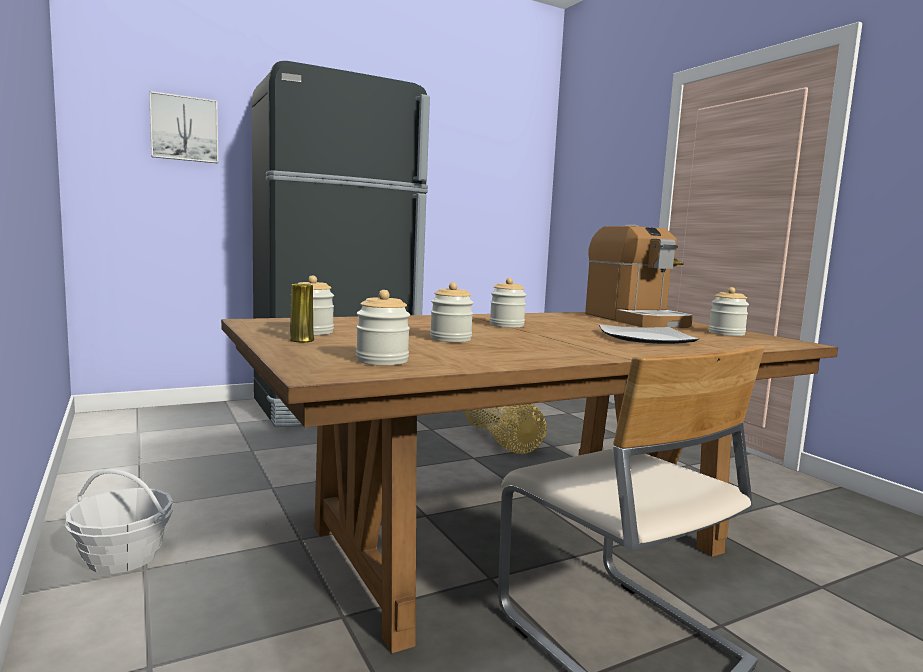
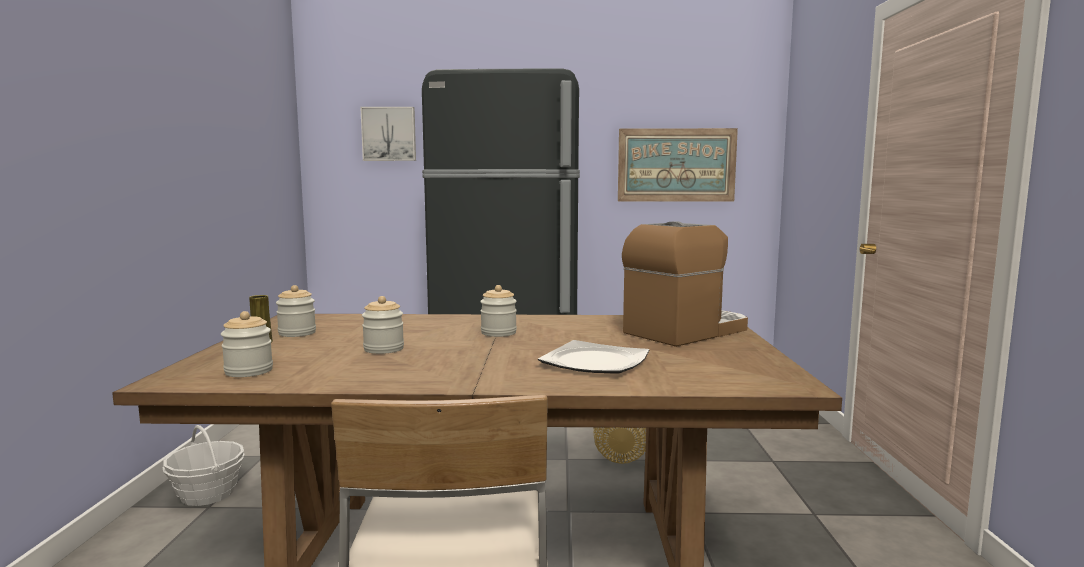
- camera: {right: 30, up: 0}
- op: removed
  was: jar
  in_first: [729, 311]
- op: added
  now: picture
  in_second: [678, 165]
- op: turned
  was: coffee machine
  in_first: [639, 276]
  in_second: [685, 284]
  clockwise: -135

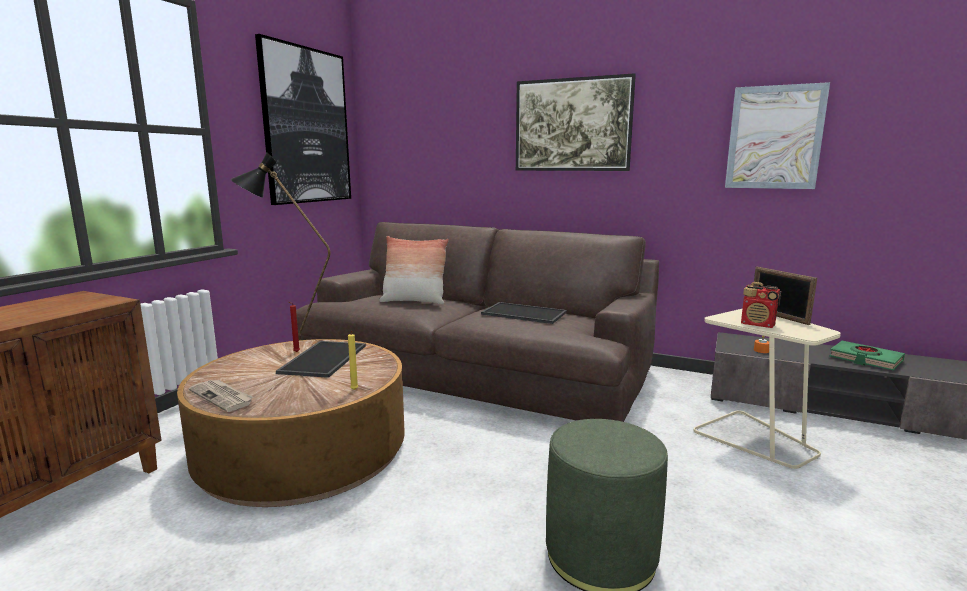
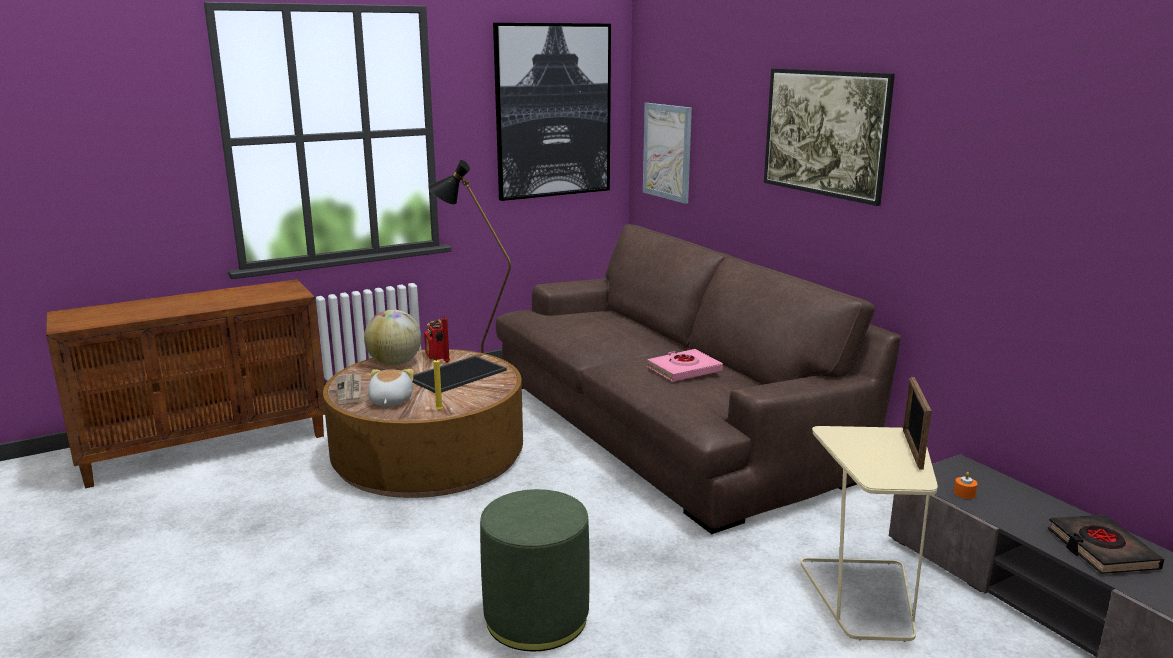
- camera: {right: 35, up: 5}
- op: removed
  was: pillow
  in_first: [414, 270]
- op: added
  now: globe
  in_second: [393, 338]
- op: added
  now: plush toy
  in_second: [391, 387]
- op: moved
  was: picture
  in_first: [777, 135]
  in_second: [667, 153]
- op: moved
  was: radio
  in_first: [761, 305]
  in_second: [434, 339]
- op: replaced
  was: tray
  now: pink book
  in_first: [524, 313]
  in_second: [685, 365]
- op: recoloured
  was: green book
  now: black book
  in_first: [867, 356]
  in_second: [1105, 544]

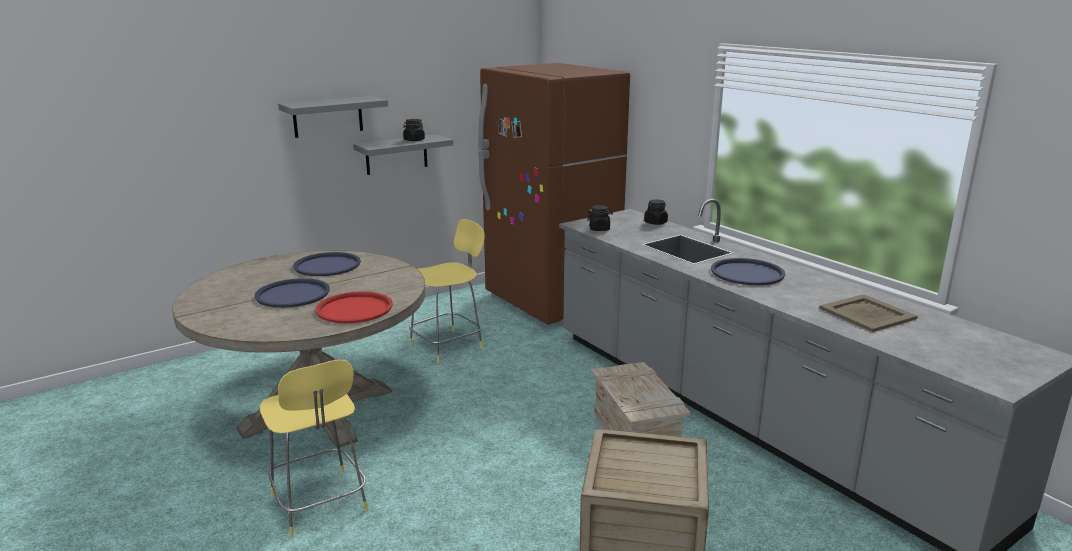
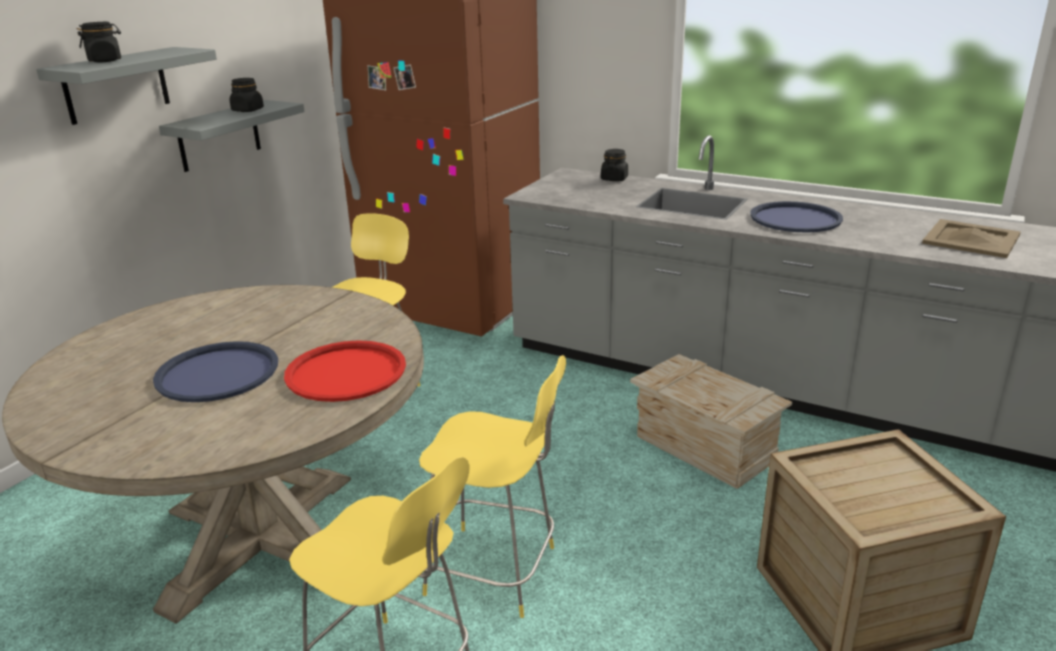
- camera: {right: -25, up: 5}
- op: removed
  was: blue tray
  in_first: [327, 264]
- op: added
  now: yellow stool
  in_second: [492, 486]
- op: moved
  was: black jar
  in_first: [600, 218]
  in_second: [99, 42]

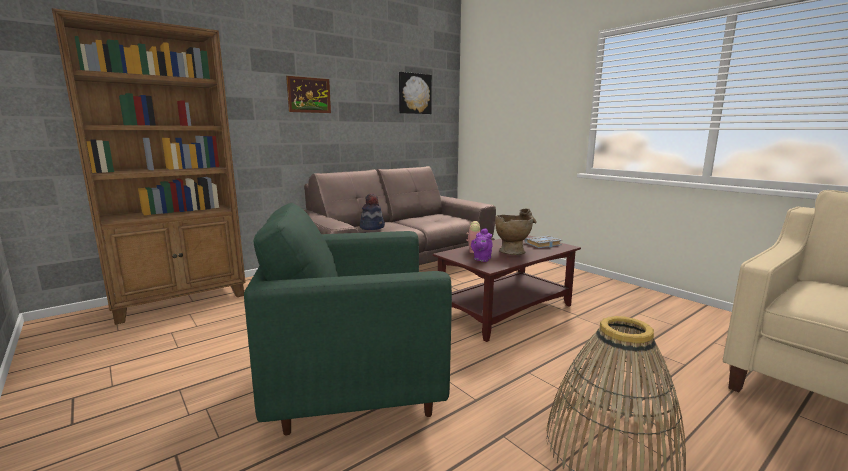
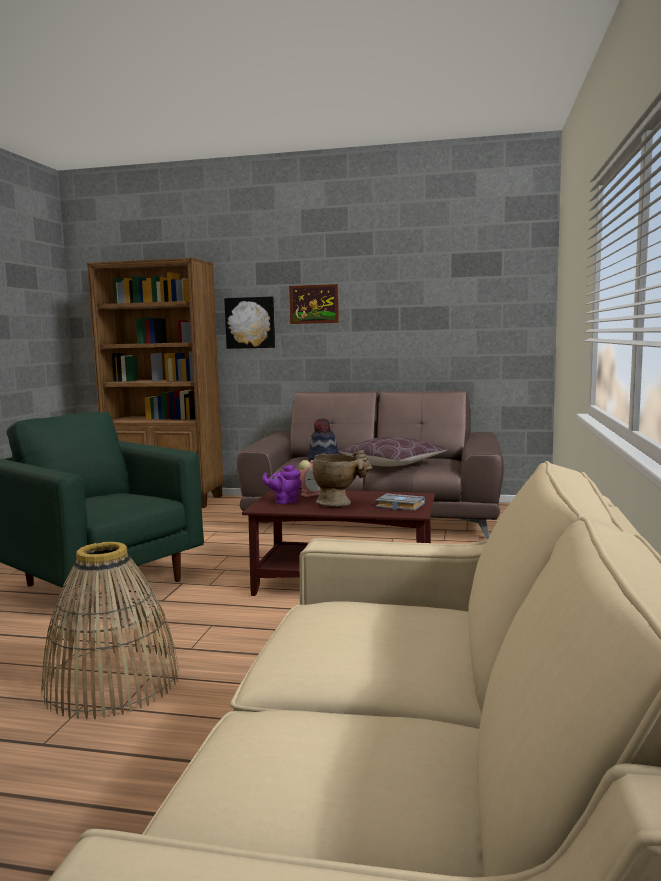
- camera: {right: 50, up: -5}
- op: added
  now: brown pillow
  in_second: [392, 451]
- op: moved
  was: picture
  in_first: [415, 93]
  in_second: [249, 323]

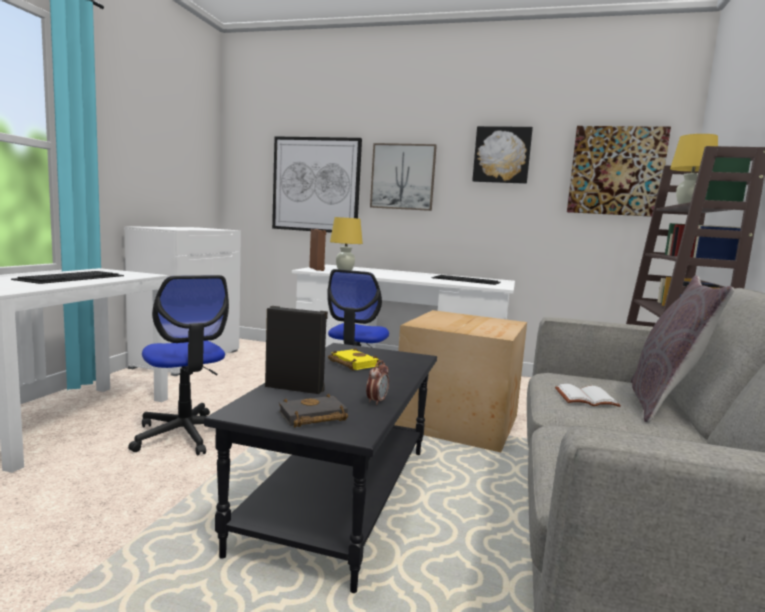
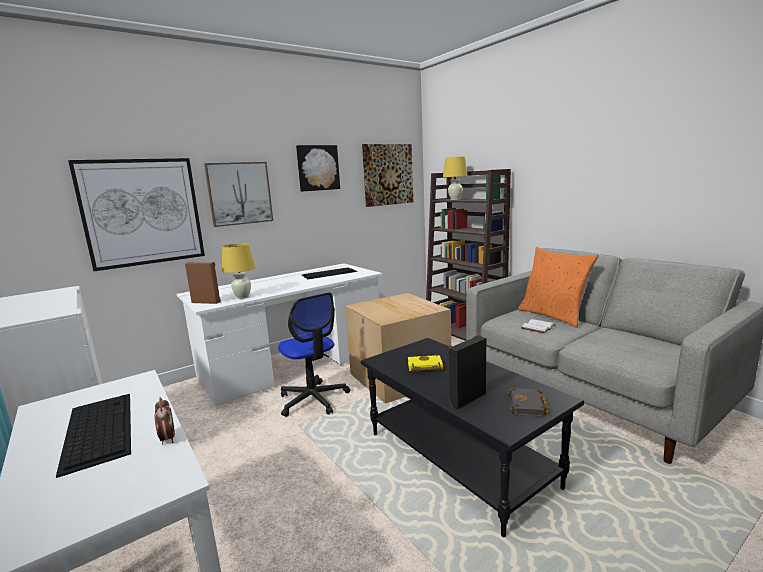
- camera: {right: -50, up: 5}
- op: removed
  was: office chair
  in_first: [178, 365]
- op: moved
  was: alarm clock
  in_first: [377, 382]
  in_second: [164, 421]
- op: recoloured
  was: grey pillow
  now: orange pillow
  in_first: [683, 349]
  in_second: [558, 287]

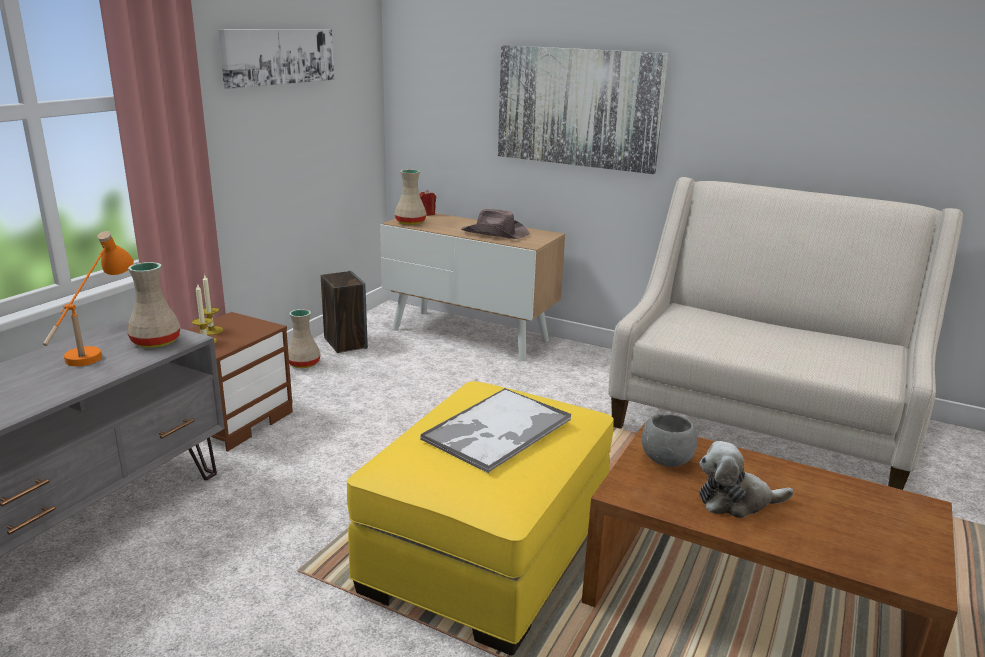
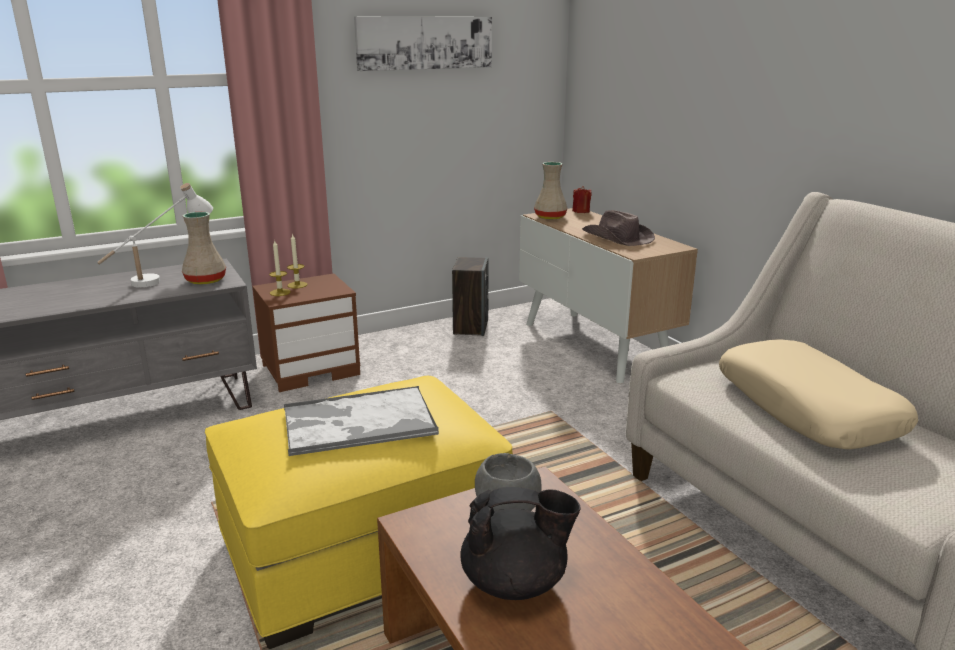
- camera: {right: 35, up: 0}
- op: removed
  was: beige vase
  in_first: [304, 338]
- op: removed
  was: picture
  in_first: [583, 109]
- op: added
  now: beige pillow
  in_second: [818, 394]
- op: replaced
  was: plush toy
  now: black teapot
  in_first: [746, 479]
  in_second: [520, 543]
- op: recoloured
  was: orange table lamp
  now: white table lamp
  in_first: [88, 298]
  in_second: [155, 235]

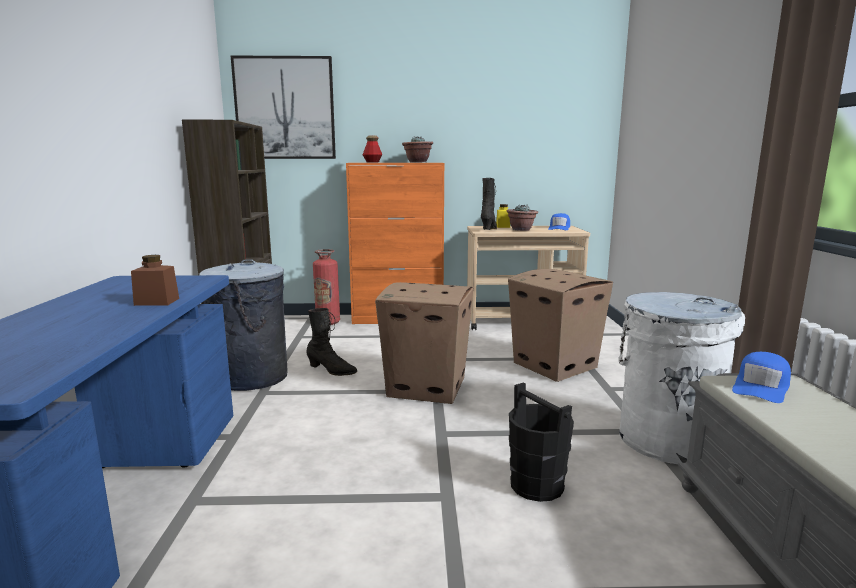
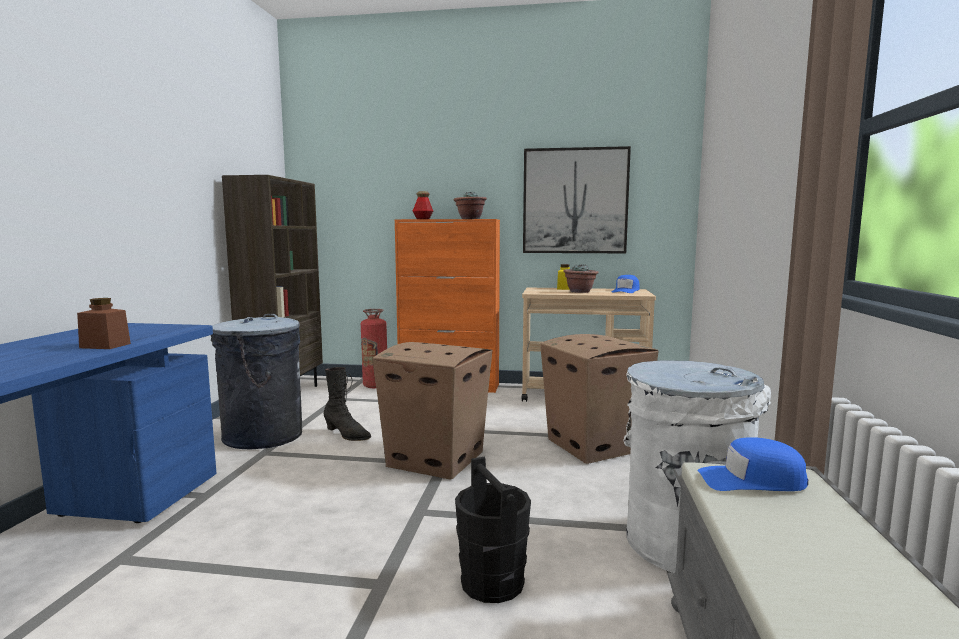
- camera: {right: 10, up: -5}
- op: removed
  was: black boot
  in_first: [489, 204]
- op: moved
  was: picture
  in_first: [283, 107]
  in_second: [577, 199]
- op: turned
  was: blue cap
  in_first: [761, 377]
  in_second: [753, 464]
  clockwise: 45

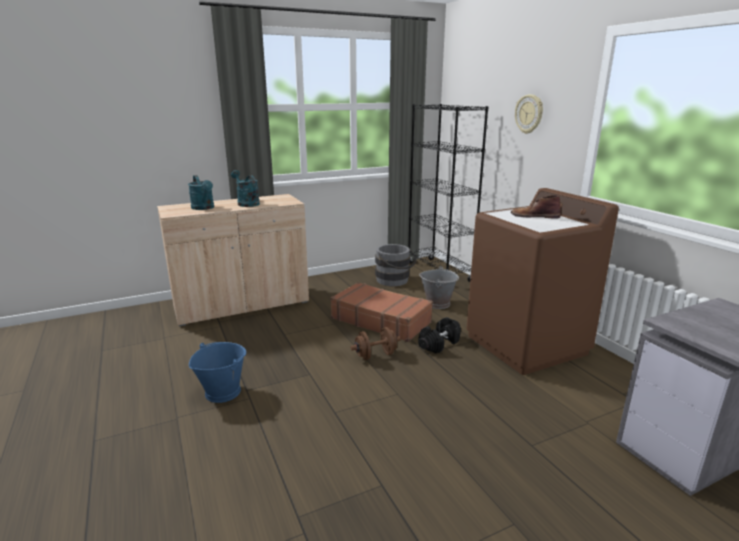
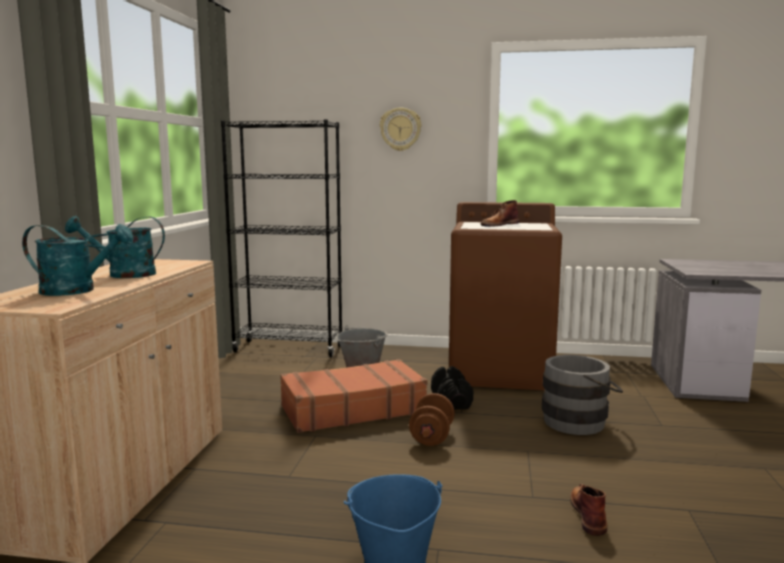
- camera: {right: -55, up: -10}
- op: added
  now: brown boot
  in_second: [589, 510]
- op: moved
  was: grey bucket
  in_first: [396, 265]
  in_second: [582, 395]

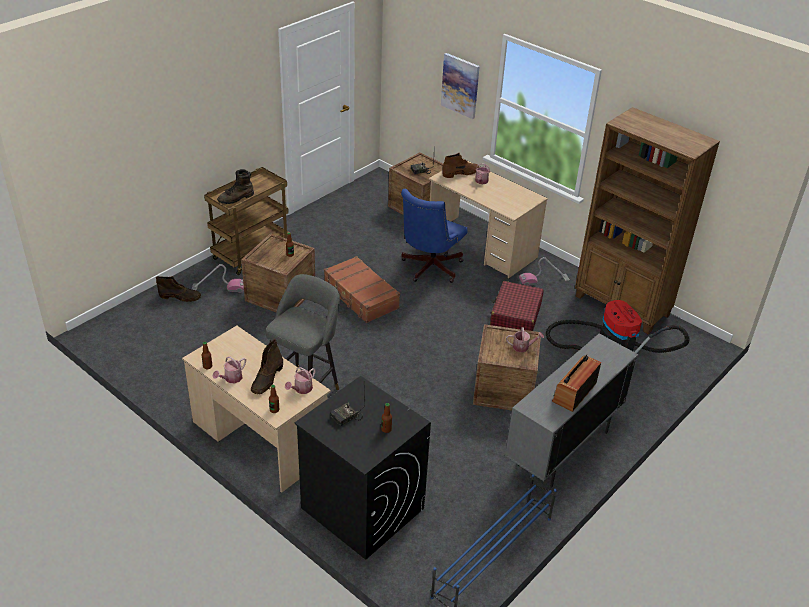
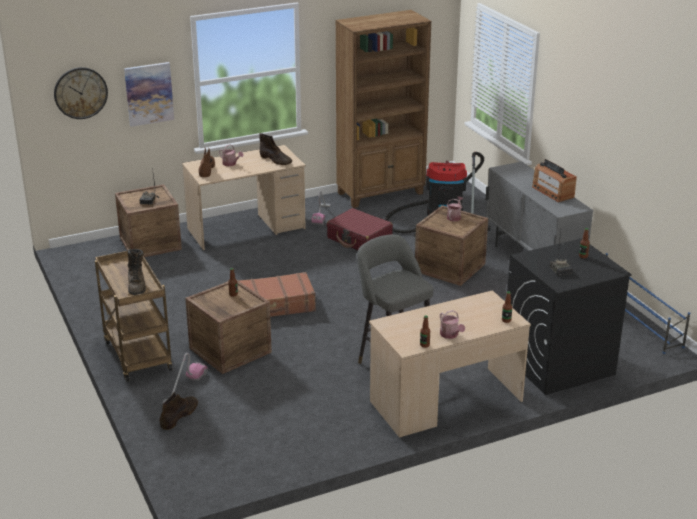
- camera: {right: -65, up: -10}
- op: removed
  was: watering can
  in_first: [300, 380]
- op: removed
  was: blue office chair
  in_first: [434, 236]
- op: added
  now: wall clock
  in_second: [81, 93]
- op: moved
  was: brown boot
  in_first: [267, 366]
  in_second: [275, 149]

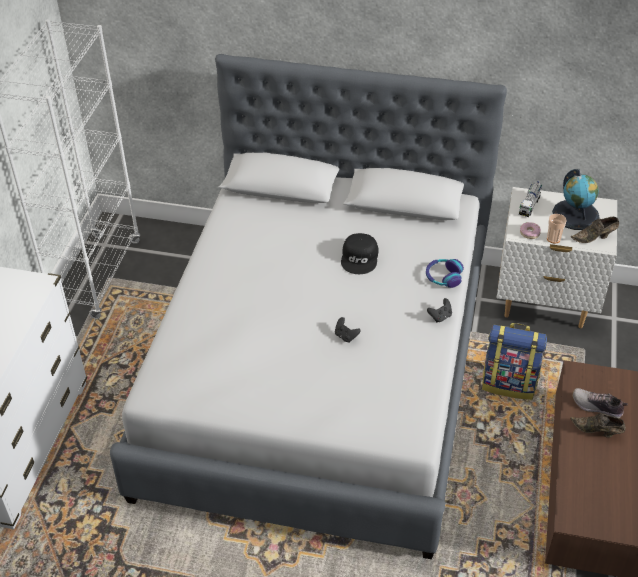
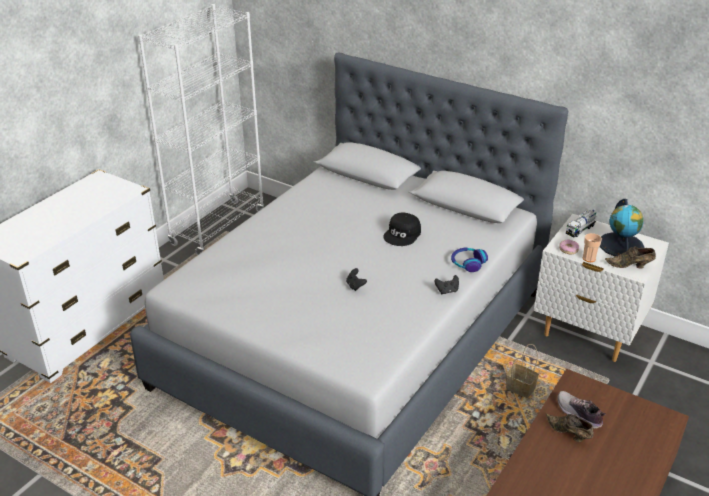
- camera: {right: 20, up: -10}
- op: replaced
  was: backpack
  now: basket
  in_first: [514, 361]
  in_second: [522, 371]

